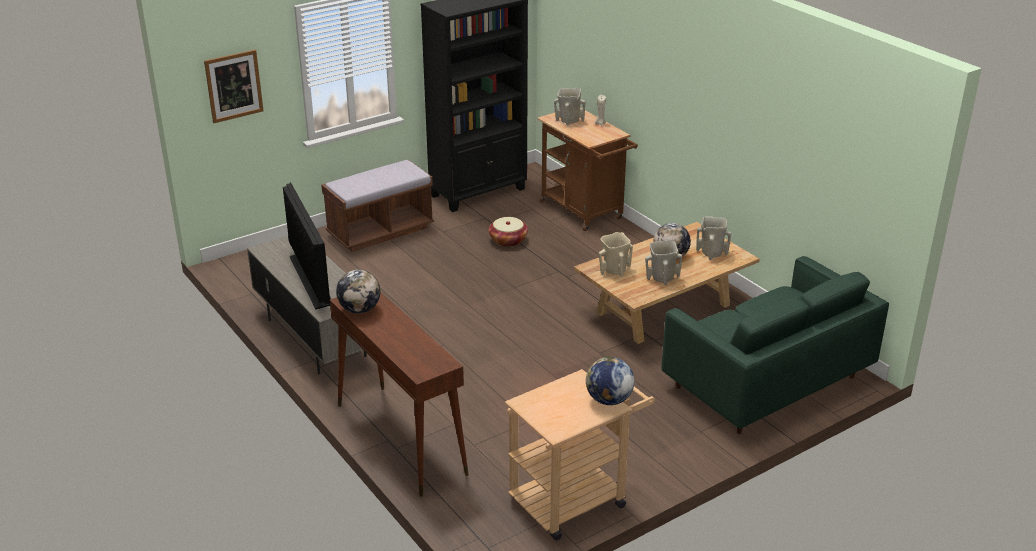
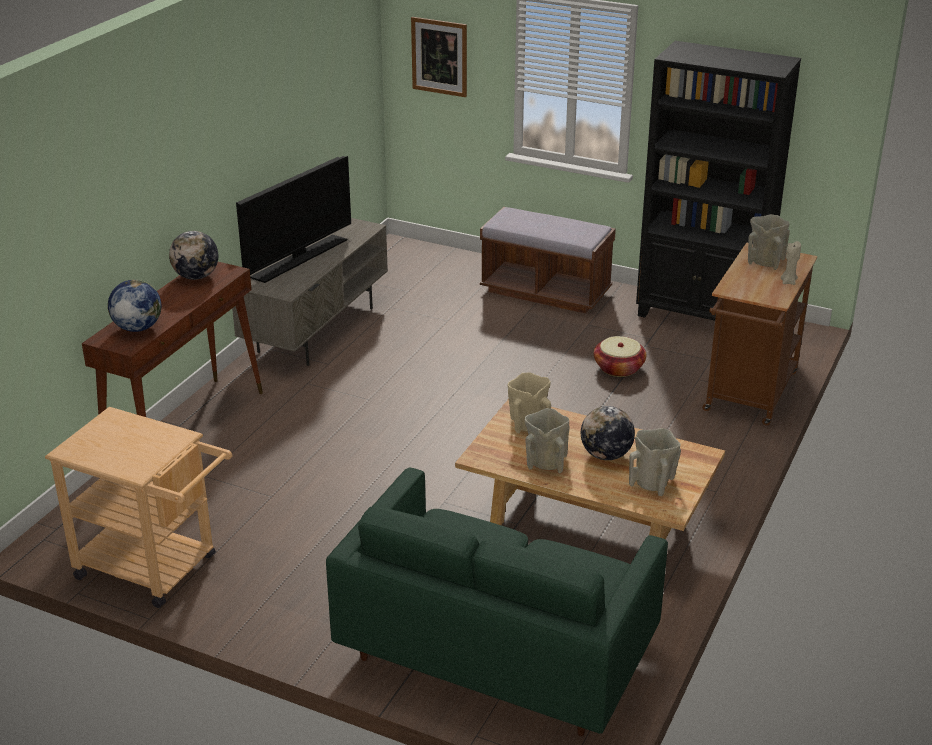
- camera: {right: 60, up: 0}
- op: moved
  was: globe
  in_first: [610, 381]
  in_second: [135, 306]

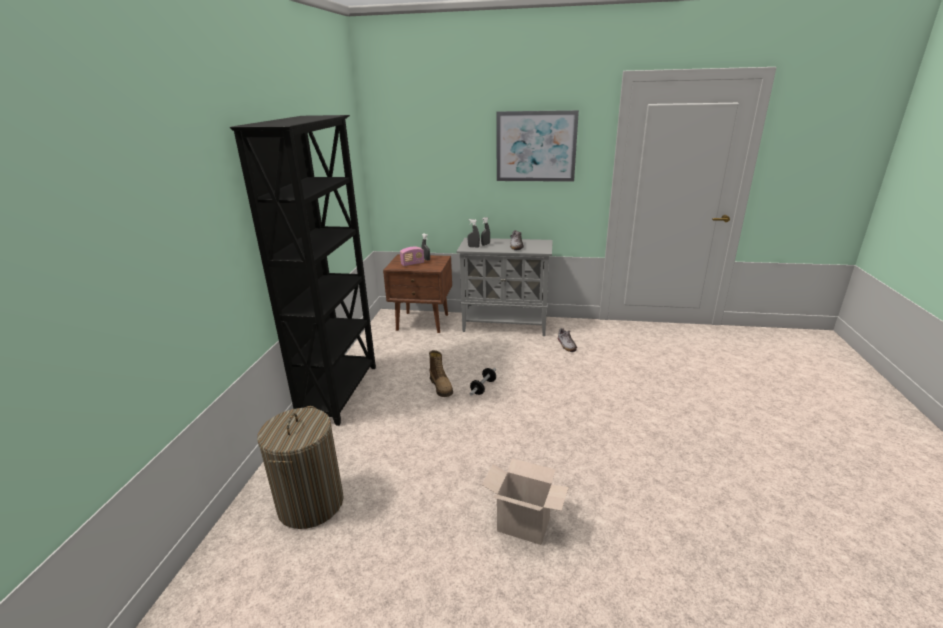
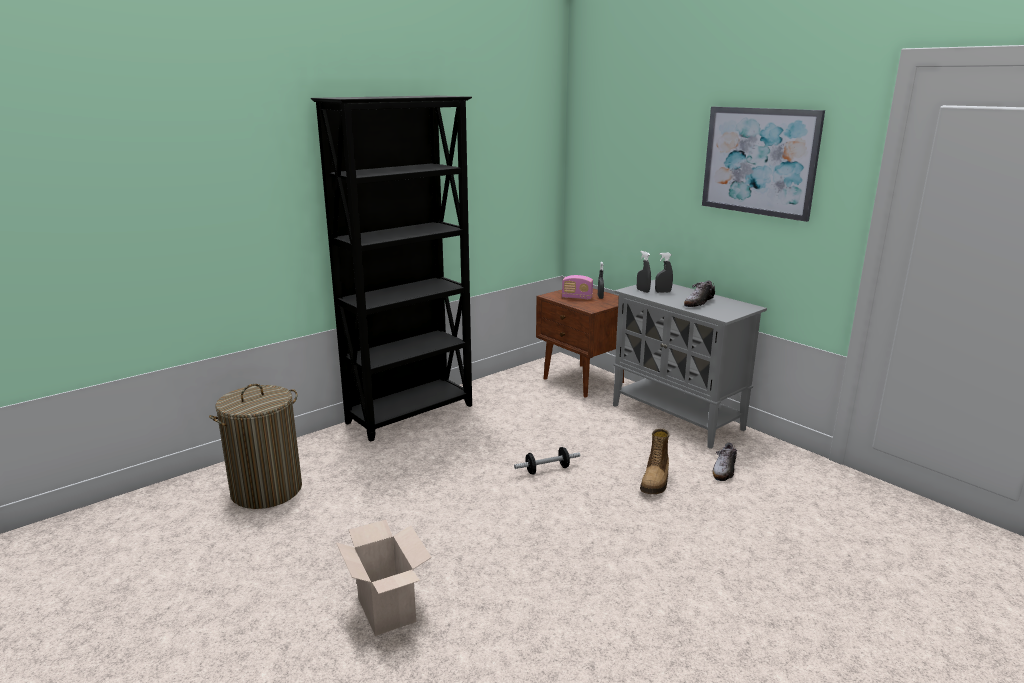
- camera: {right: 40, up: -5}
- op: moved
  was: boot
  in_first: [441, 373]
  in_second: [655, 461]

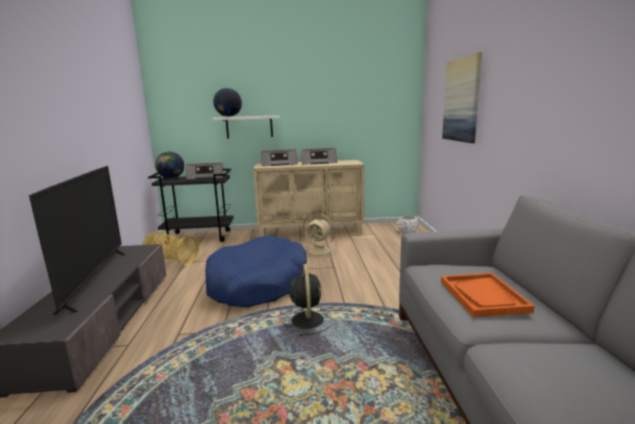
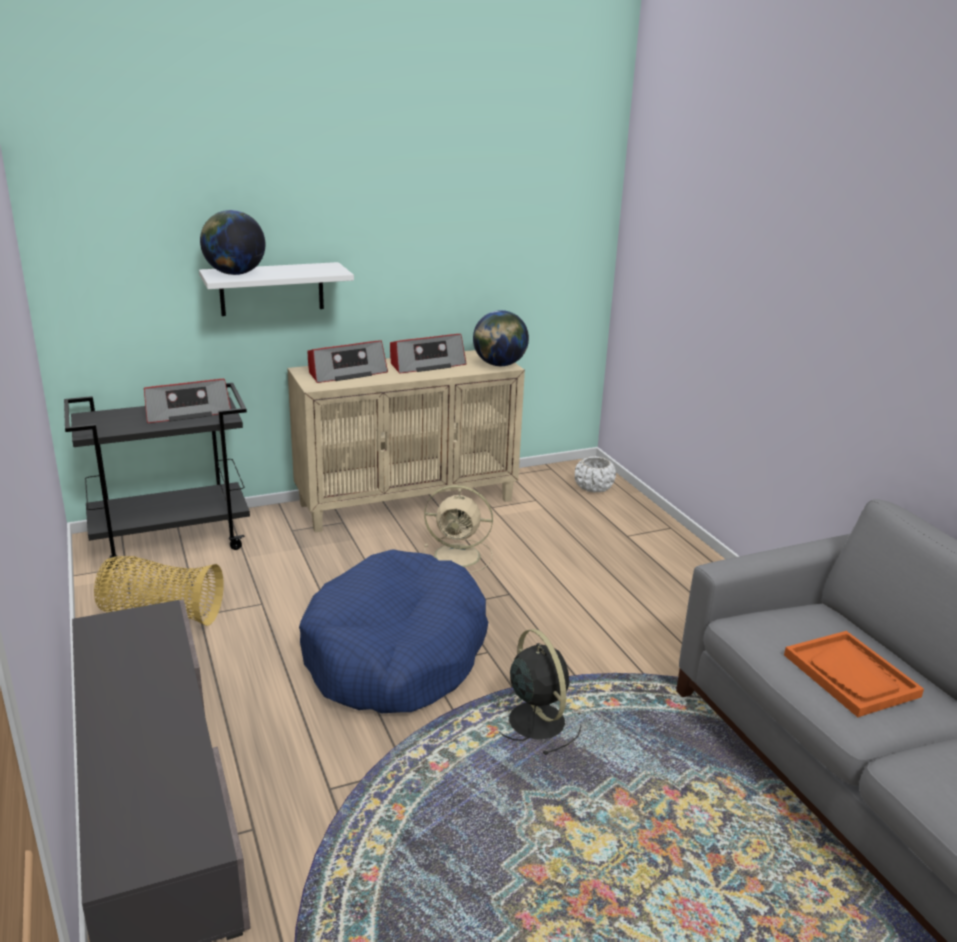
- camera: {right: -20, up: 10}
- op: removed
  was: television
  in_first: [77, 240]
- op: removed
  was: picture
  in_first: [462, 97]
- op: moved
  was: globe
  in_first: [169, 165]
  in_second: [501, 338]

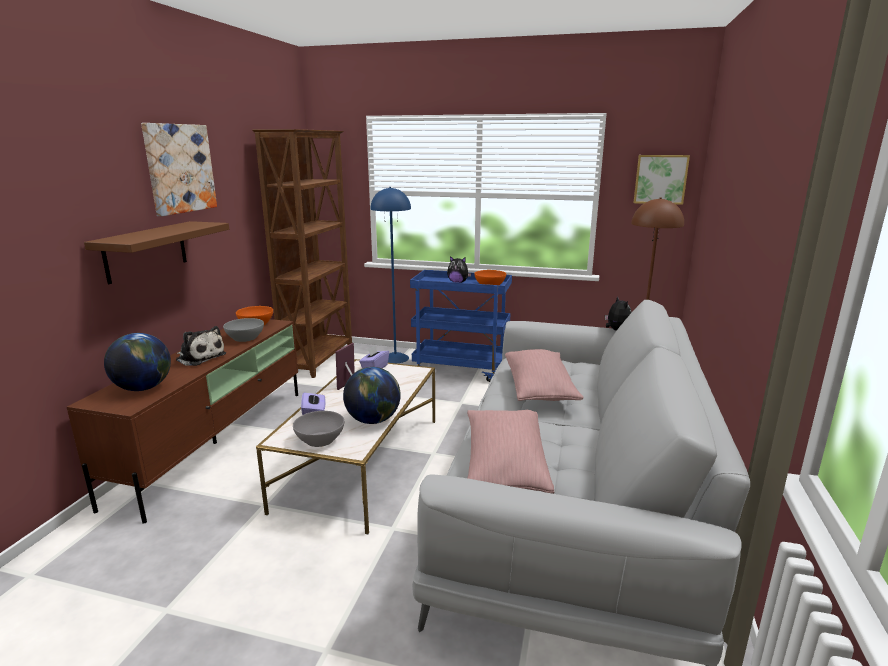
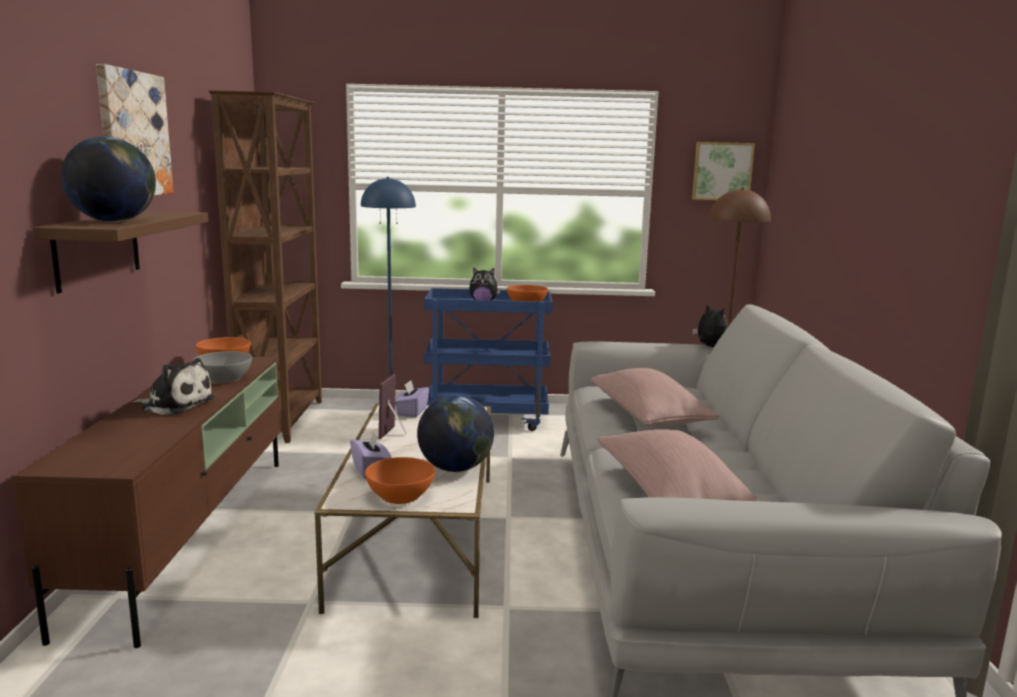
- camera: {right: -15, up: -5}
- op: moved
  was: globe
  in_first: [137, 362]
  in_second: [108, 179]
- op: recoloured
  was: grey bowl
  now: orange bowl
  in_first: [318, 429]
  in_second: [400, 480]

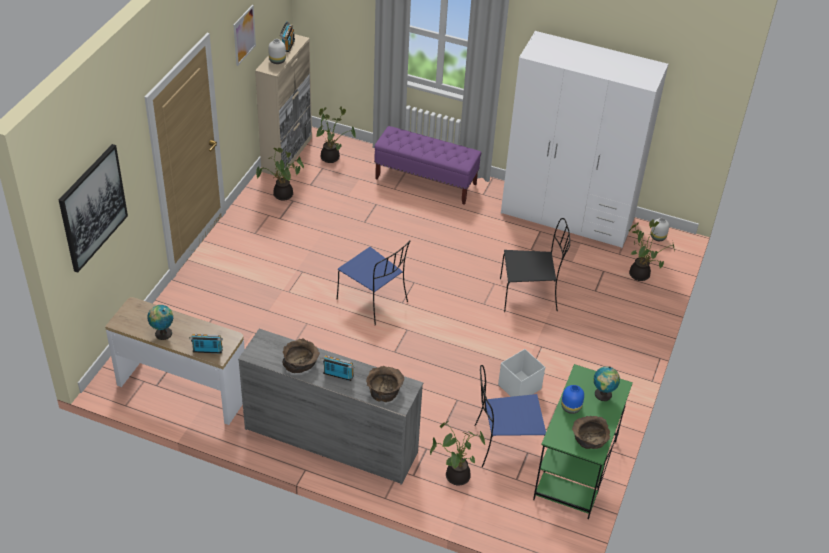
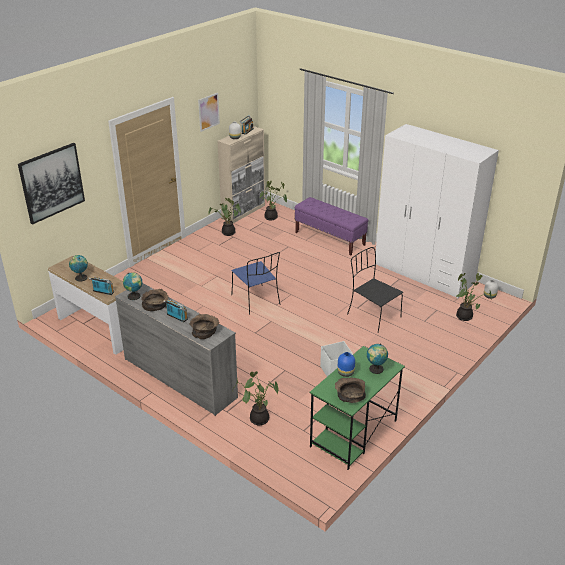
- camera: {right: 20, up: -10}
- op: removed
  was: blue chair
  in_first: [510, 416]
- op: added
  now: globe
  in_second: [132, 286]
- op: turned
  was: black chair
  in_first: [535, 265]
  in_second: [375, 289]
  clockwise: -150

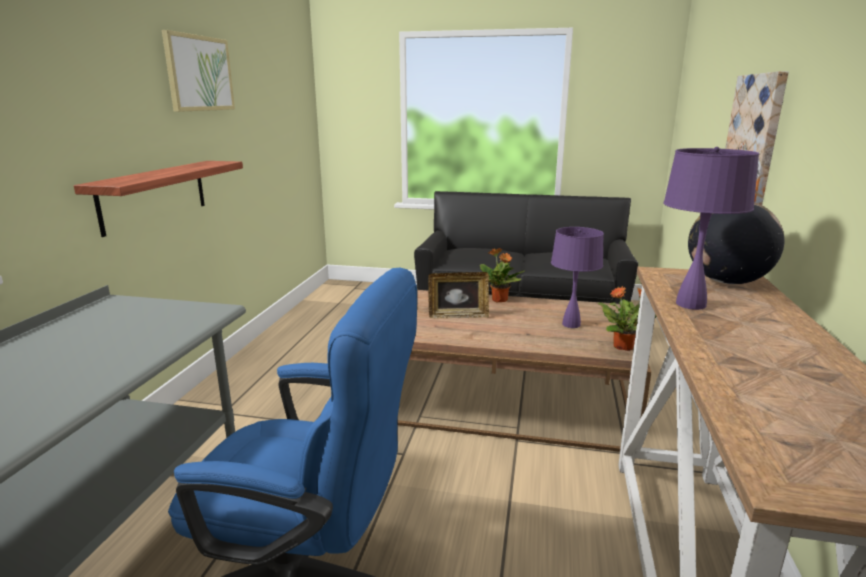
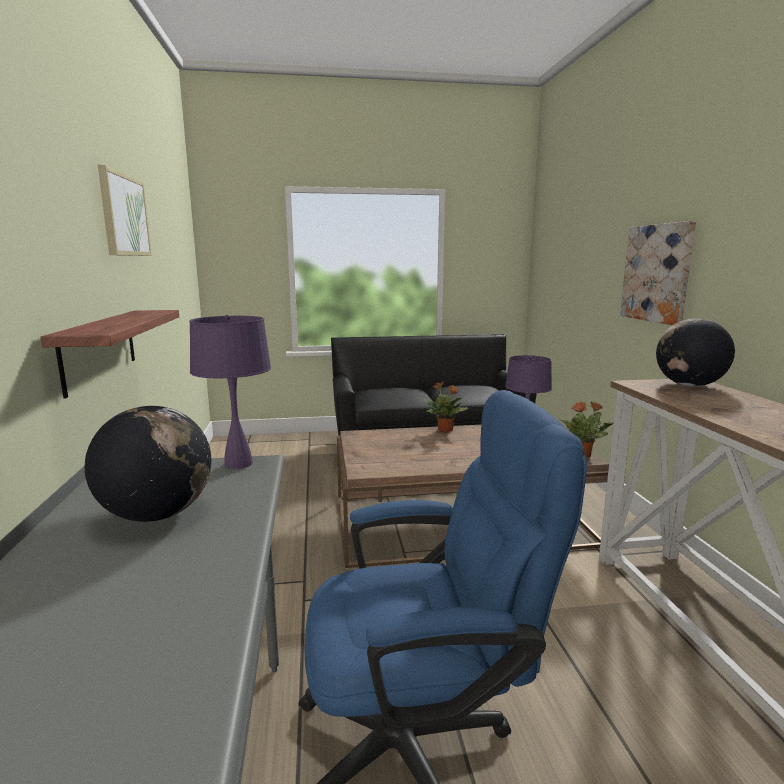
- camera: {right: -20, up: -5}
- op: removed
  was: picture frame
  in_first: [458, 295]
- op: added
  now: globe
  in_second: [148, 464]
- op: moved
  was: purple table lamp
  in_first: [711, 228]
  in_second: [230, 392]

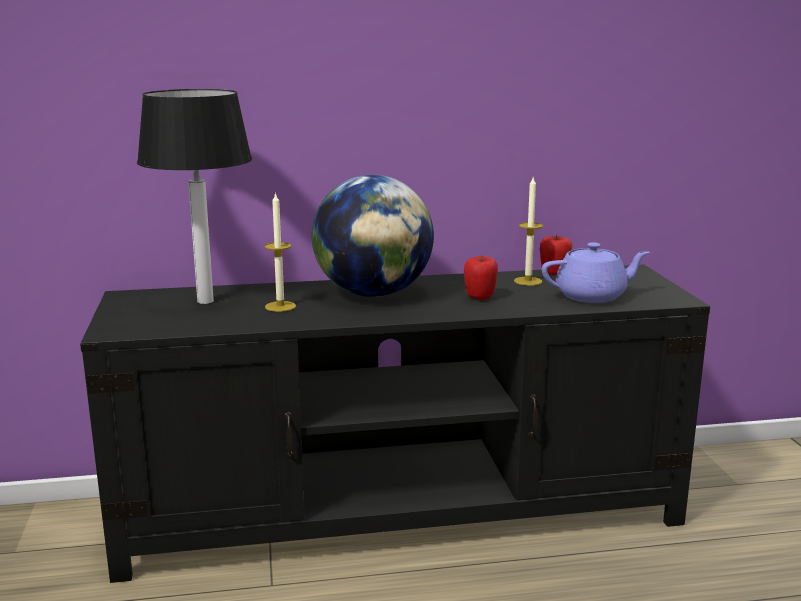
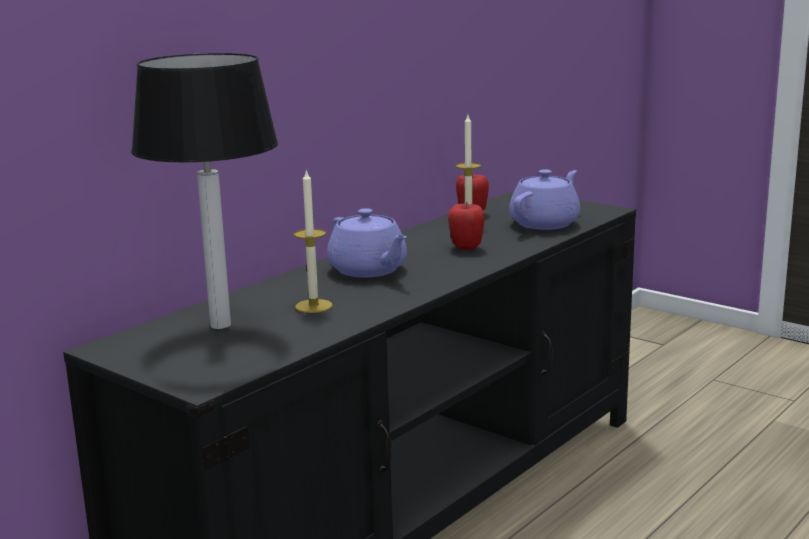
- camera: {right: -40, up: 0}
- op: replaced
  was: globe
  now: purple teapot
  in_first: [373, 236]
  in_second: [367, 243]

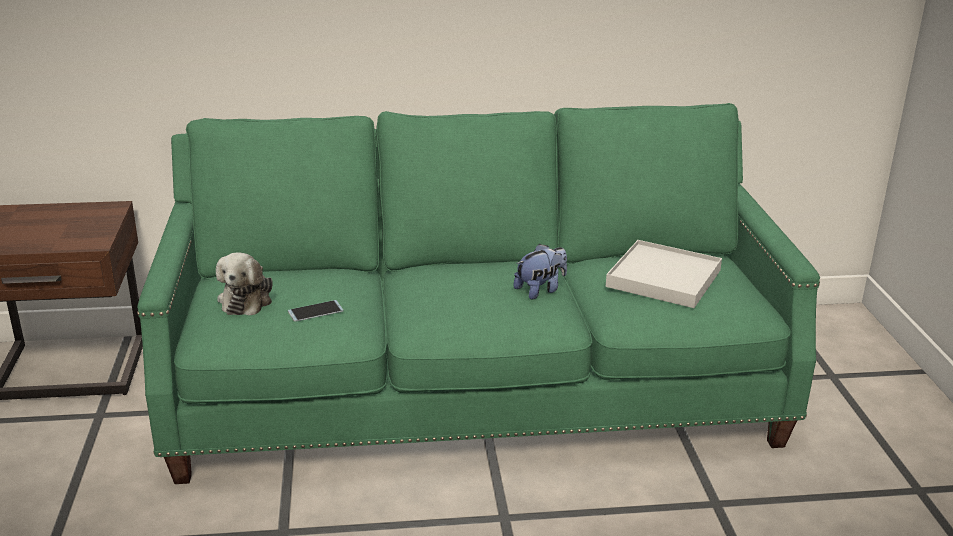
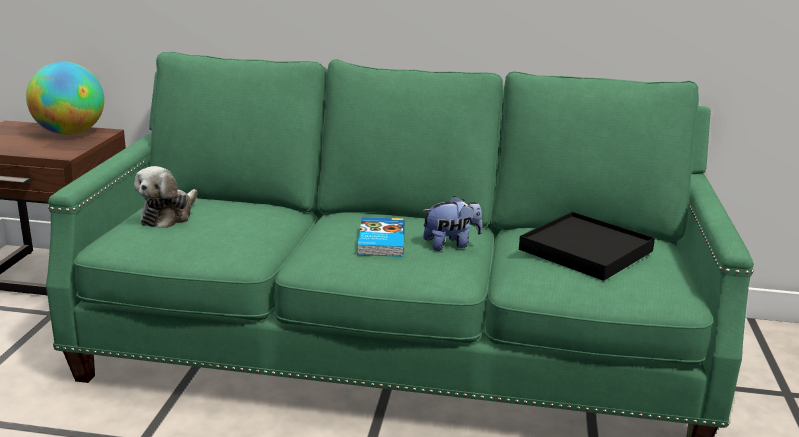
- camera: {right: 15, up: -5}
- op: removed
  was: phone
  in_first: [315, 311]
- op: added
  now: globe
  in_second: [65, 98]
- op: added
  now: book
  in_second: [381, 237]
- op: recoloured
  was: white tray
  now: black tray
  in_first: [664, 274]
  in_second: [587, 246]

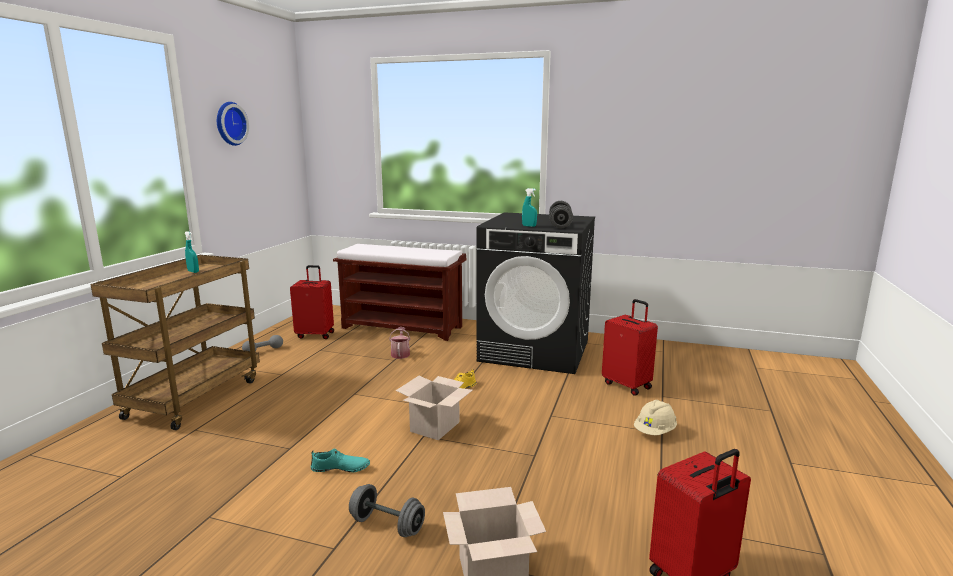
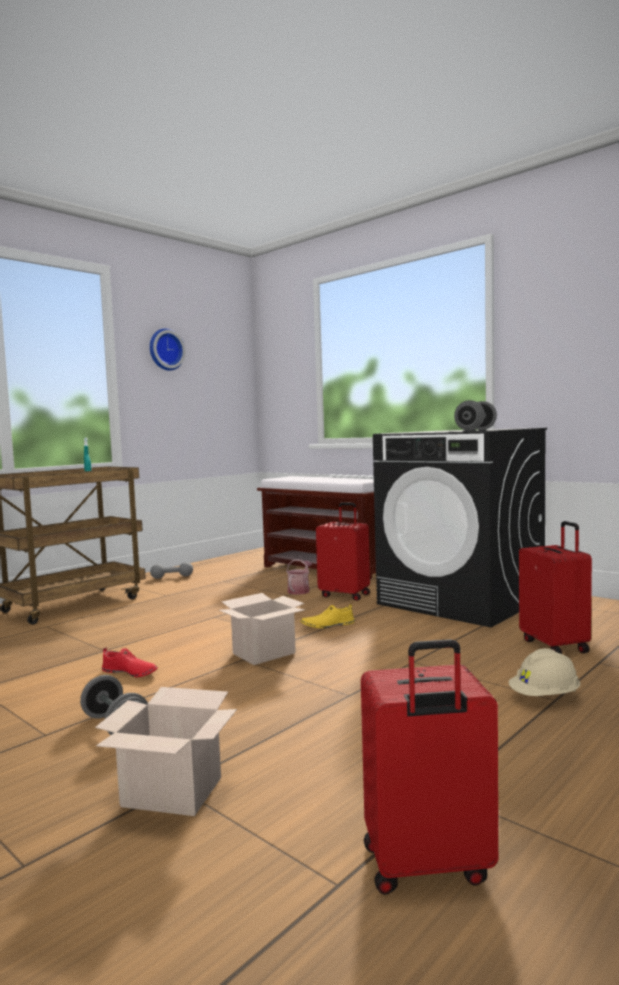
- camera: {right: 25, up: -10}
- op: removed
  was: turquoise spray bottle
  in_first: [529, 207]
- op: moved
  was: red suitcase
  in_first: [312, 302]
  in_second: [343, 551]
- op: recoloured
  was: turquoise shoe
  now: red shoe
  in_first: [340, 460]
  in_second: [130, 662]

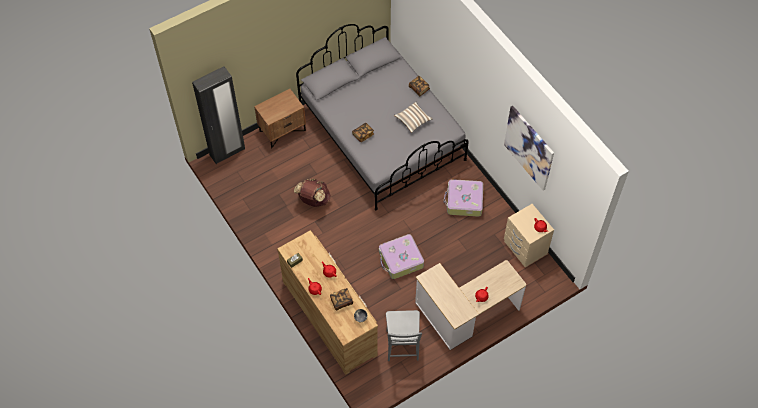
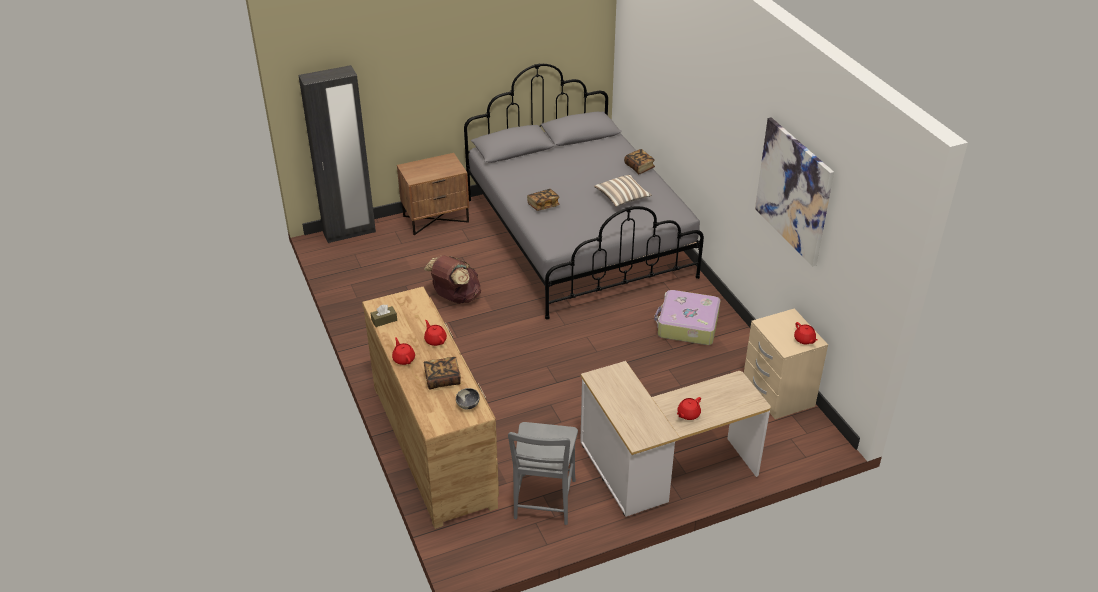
- camera: {right: 10, up: -20}
- op: removed
  was: suitcase
  in_first: [401, 256]

